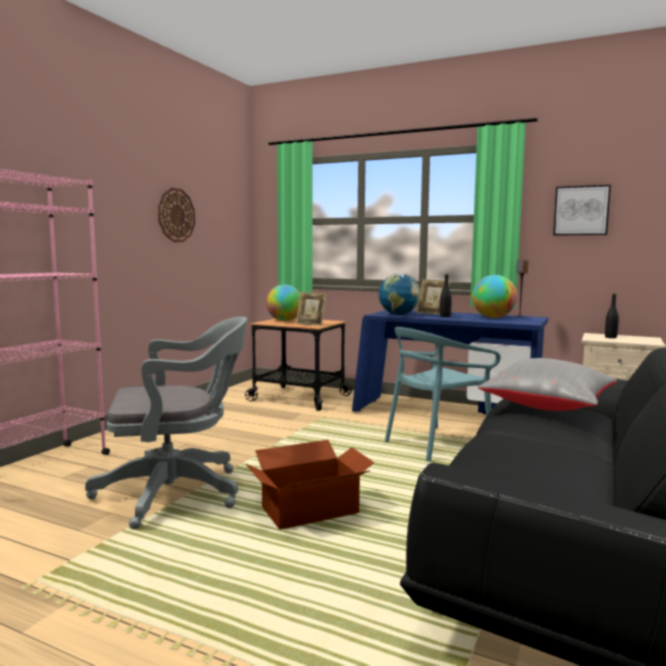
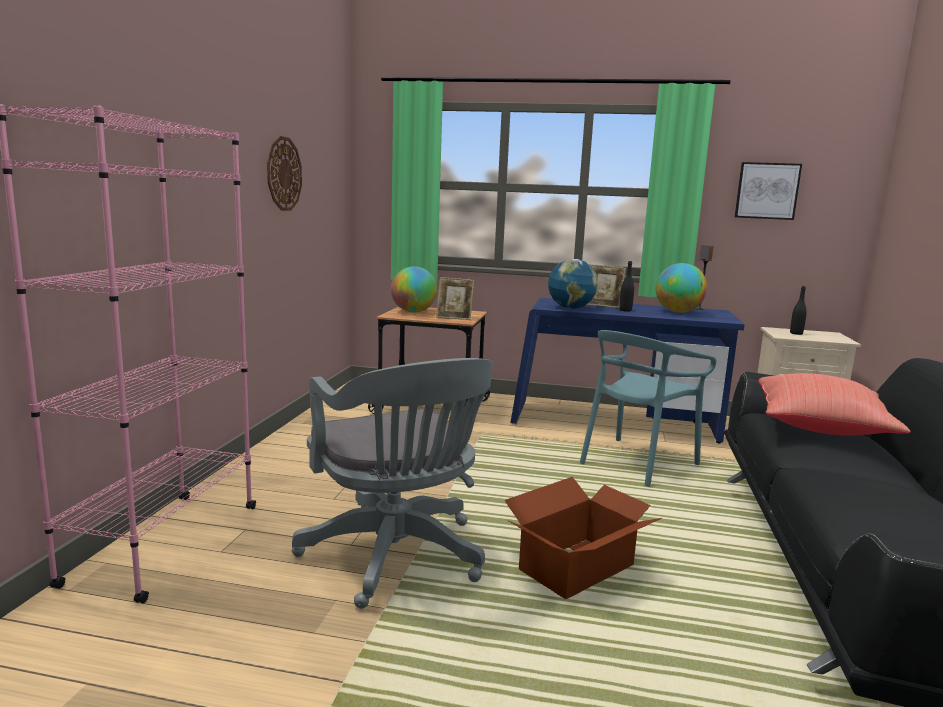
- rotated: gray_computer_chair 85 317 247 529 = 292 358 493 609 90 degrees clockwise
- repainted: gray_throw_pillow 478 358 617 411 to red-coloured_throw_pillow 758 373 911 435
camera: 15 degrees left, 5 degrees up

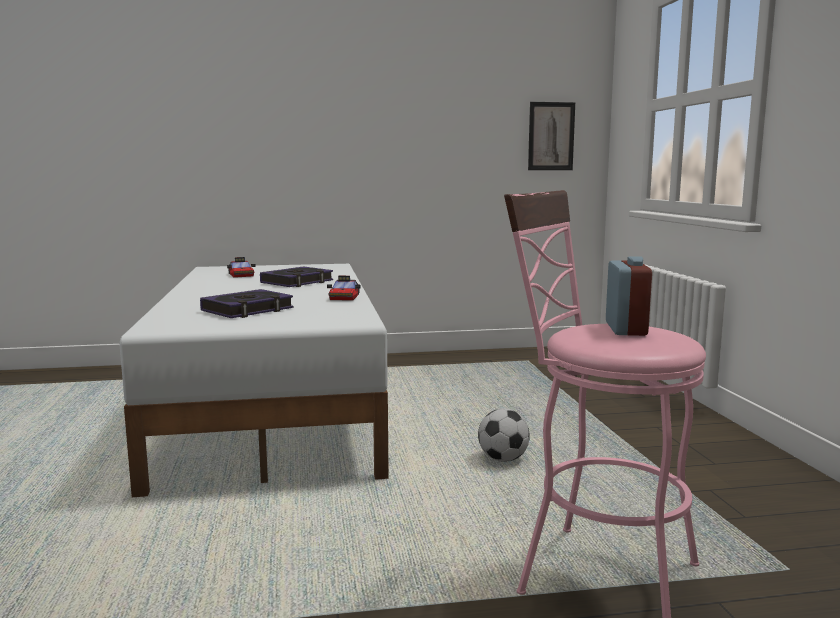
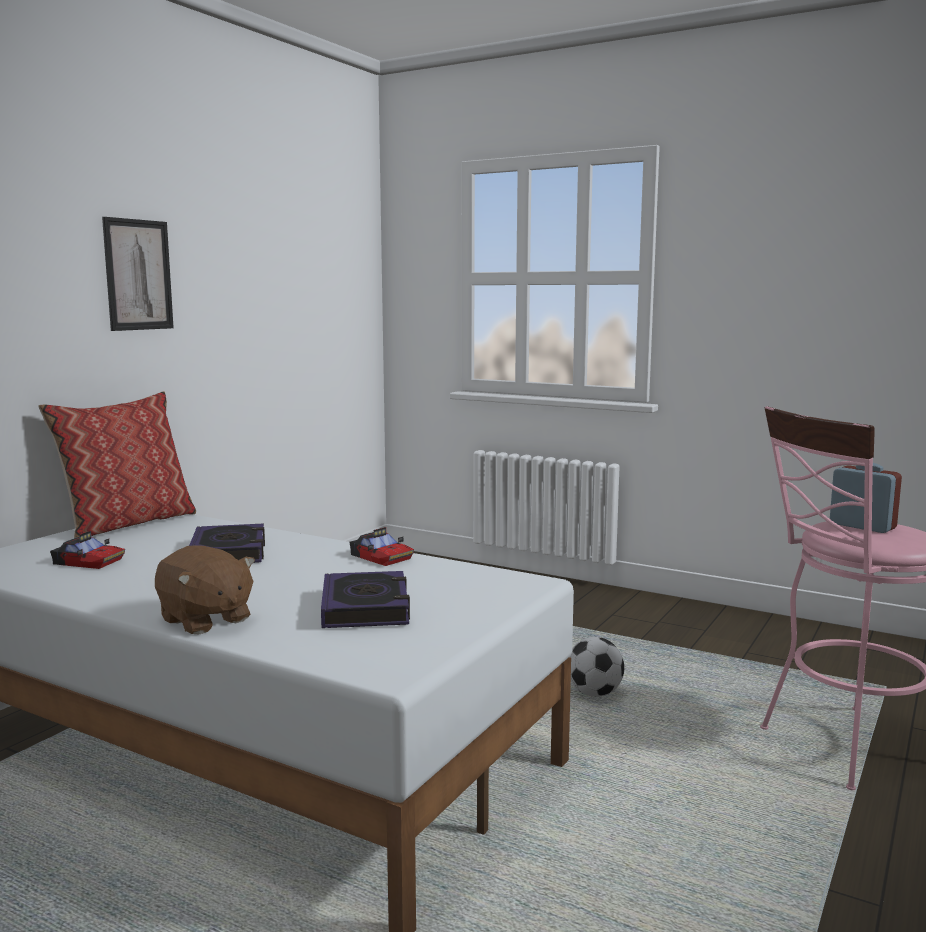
- shifted: wall_picture 528 102 575 170 to 102 217 174 331
- new: throw_pillow 38 391 196 538
- new: brownish_soft_toy 155 545 255 634
camera: 50 degrees left, 0 degrees up

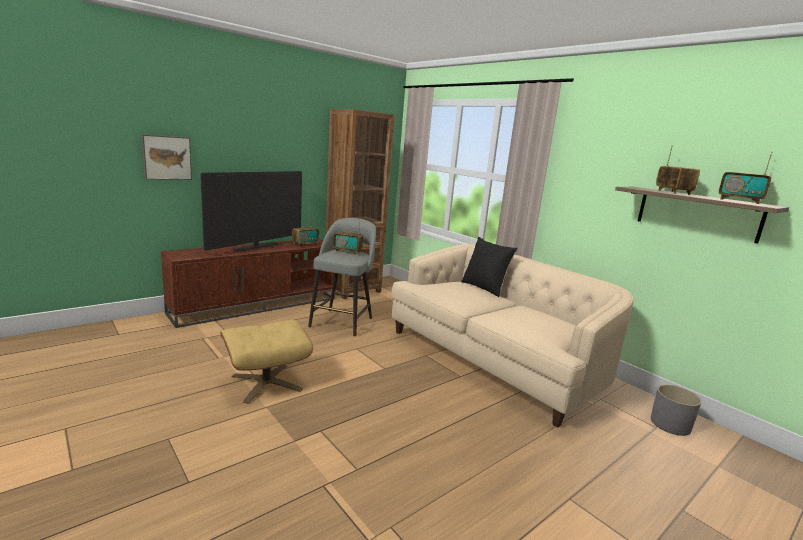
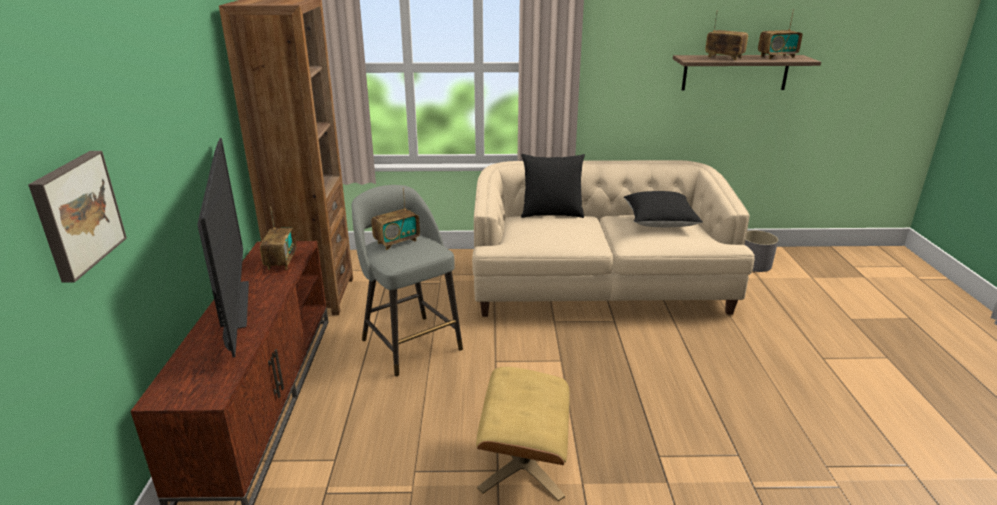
- new: black_throw_pillow 624 191 703 227
camera: 50 degrees left, 10 degrees up

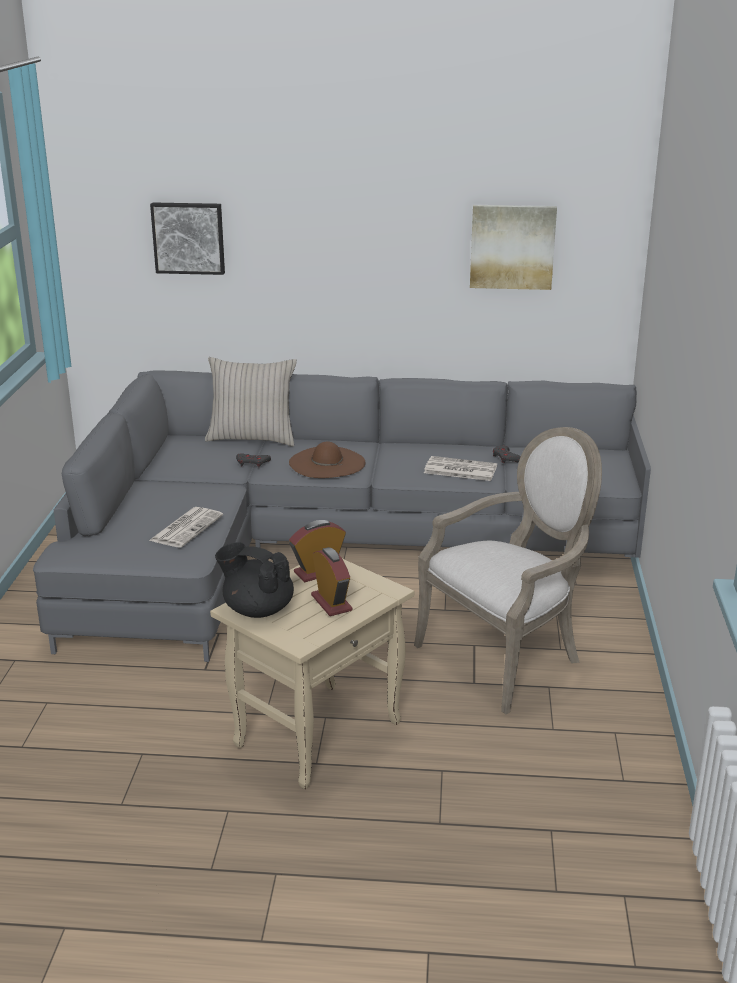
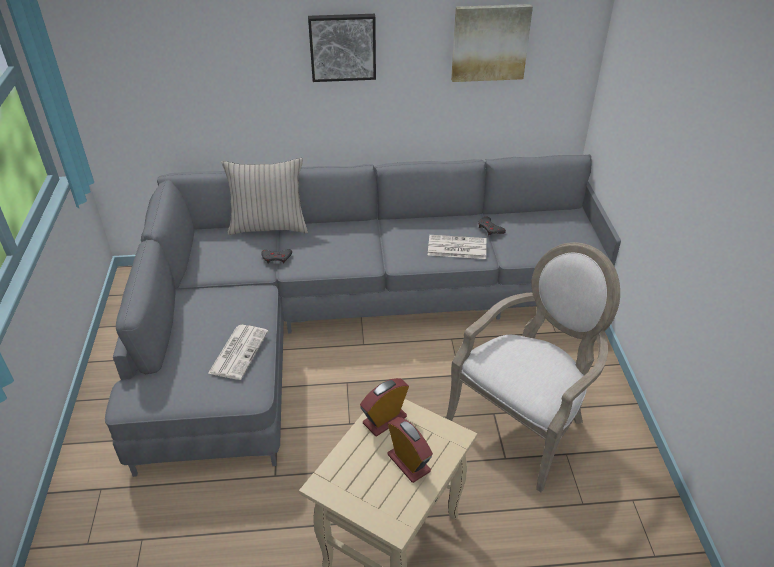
- shifted: wall_picture 150 202 225 275 to 308 14 376 82
- gone: black_teapot 215 542 294 618
- gone: brownish_hat 289 441 365 478
camera: 10 degrees left, 15 degrees up

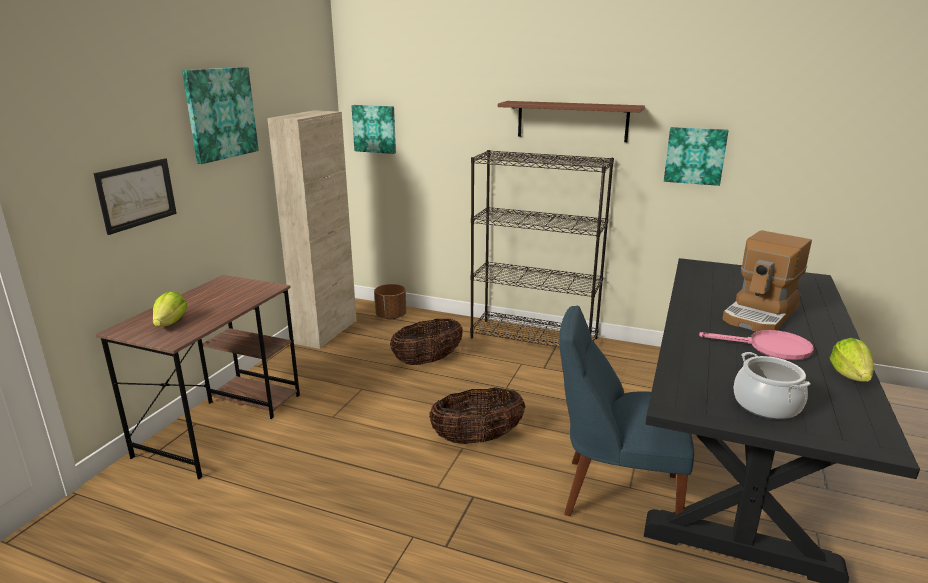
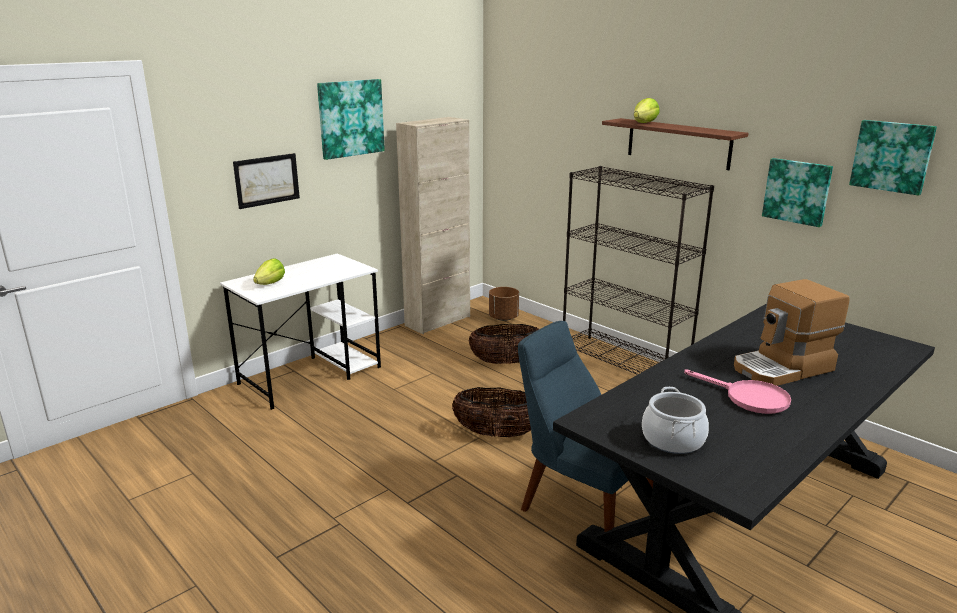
- repainted: brownish_desk_unit 96 275 300 479 to white_desk_unit 220 253 381 410
- shifted: wall_picture 351 105 396 154 to 849 120 937 195
- shifted: lettuce 830 338 875 382 to 634 98 660 123
camera: 25 degrees right, 0 degrees up

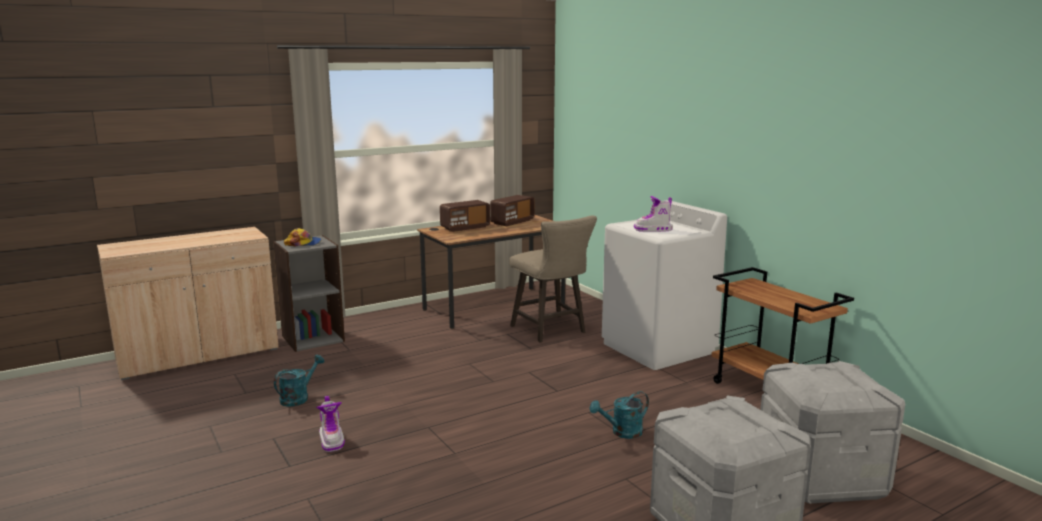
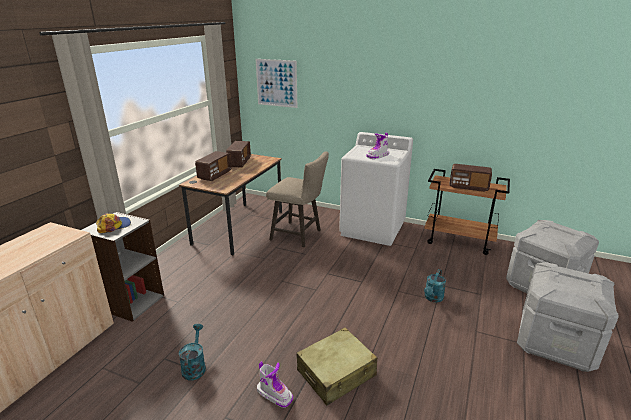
- new: wall_picture 256 59 297 108
- new: beige-coloured_suitcase 297 328 377 405
- new: radio_set 449 164 492 192
camera: 35 degrees left, 10 degrees up

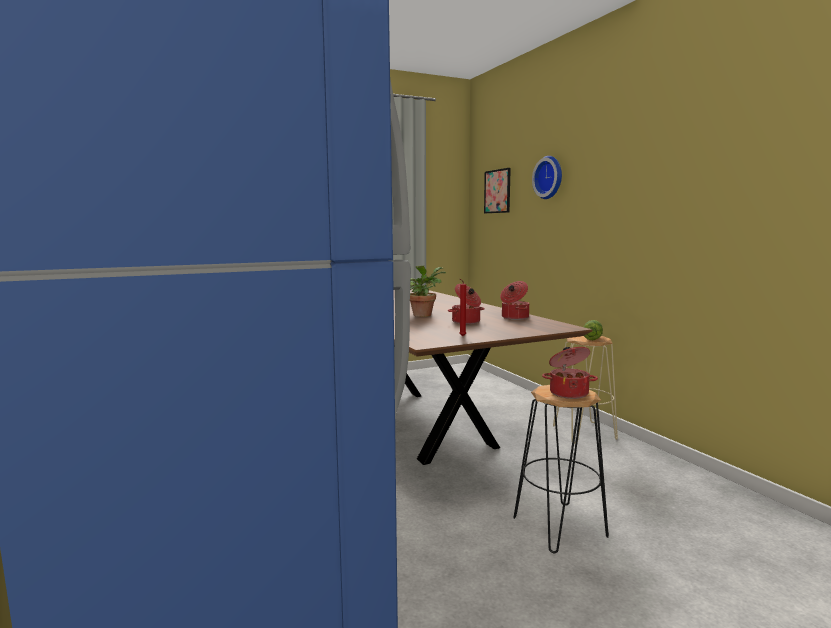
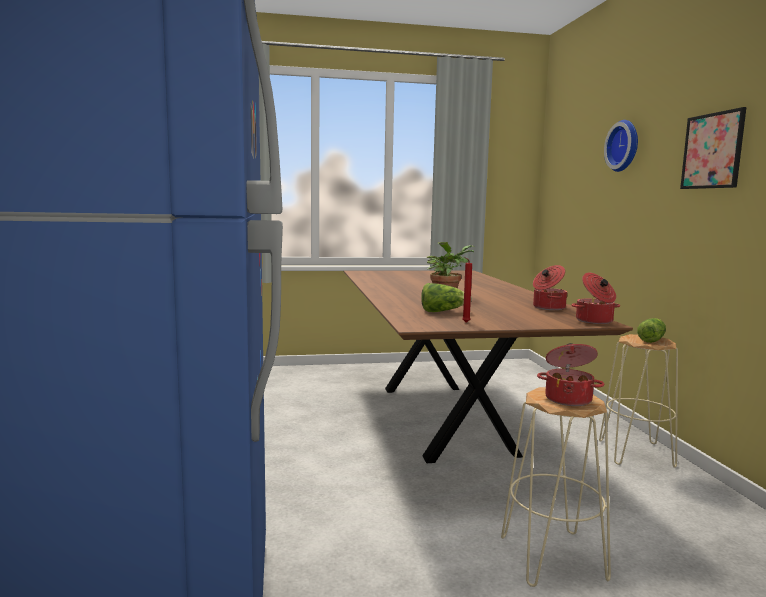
- shifted: cooking_pot 448 284 485 324 to 571 273 620 324
- shifted: wall_picture 484 168 511 213 to 680 107 746 189
- repainted: black_stool 513 385 609 553 to beige-coloured_stool 501 387 611 587
- new: lettuce 421 283 472 312
camera: 15 degrees right, 0 degrees up

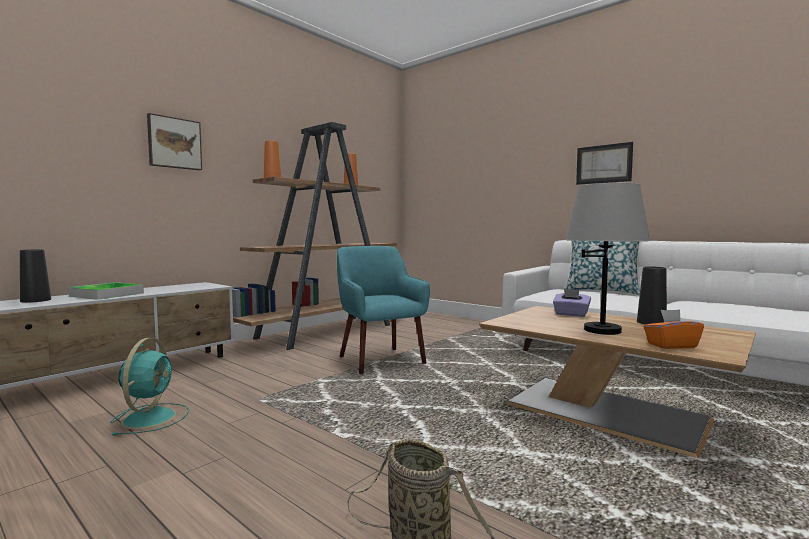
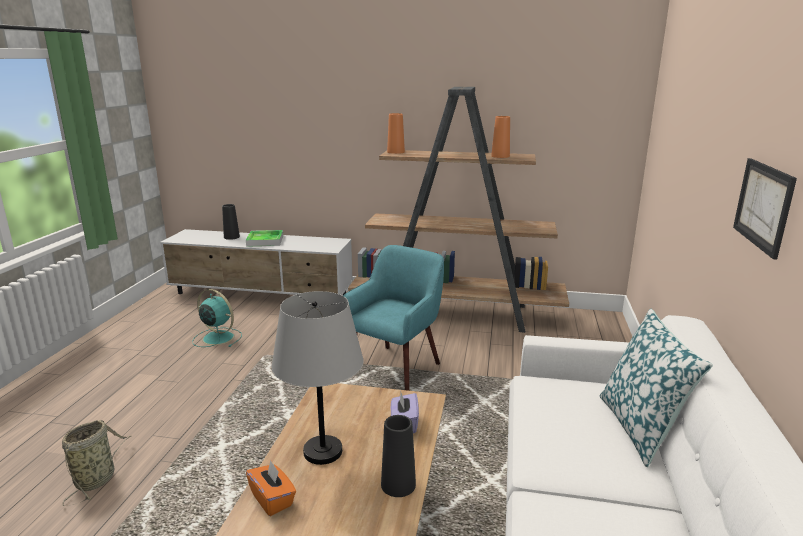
- rotated: turquoise-coloured_electric_fan 110 338 189 436 = 192 289 242 347 120 degrees counterclockwise
- gone: wall_picture 147 113 202 170
camera: 60 degrees right, 15 degrees up

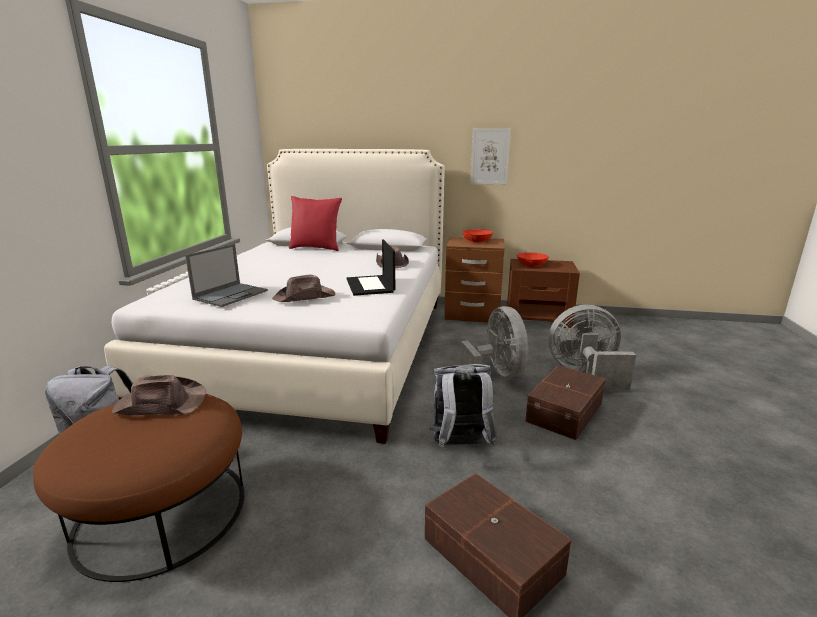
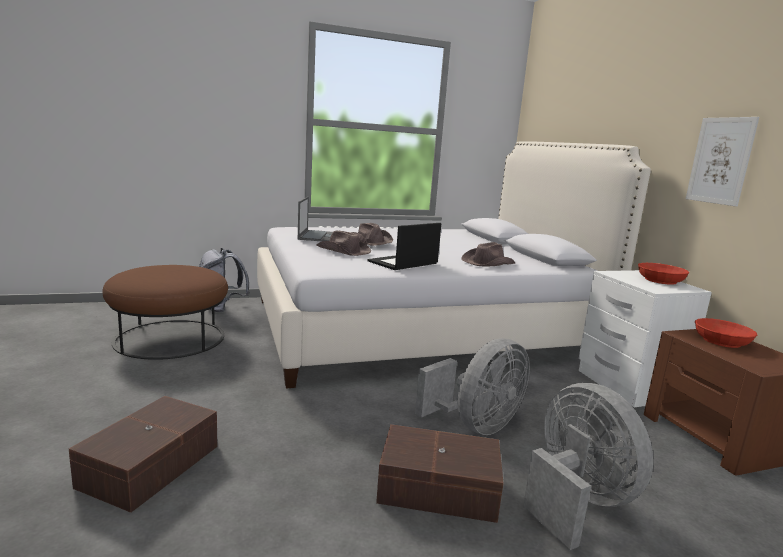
- shifted: brownish_hat 112 375 206 416 to 351 223 393 246
- rotated: laptop 185 244 268 307 = 298 197 333 241 90 degrees counterclockwise
- gone: red-coloured_throw_pillow 289 196 342 251
- gone: gray_knapsack 429 364 498 448
- repainted: brownish_nightstand 445 237 504 323 to white_nightstand 579 270 712 407
camera: 60 degrees right, 5 degrees down

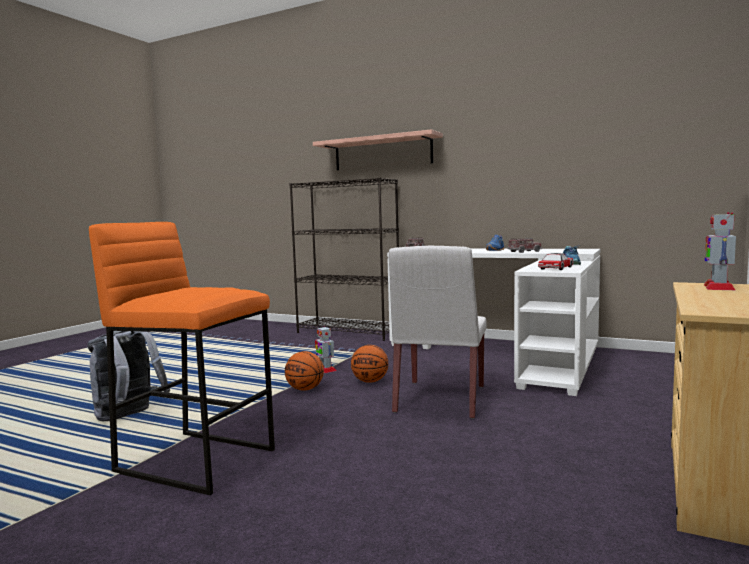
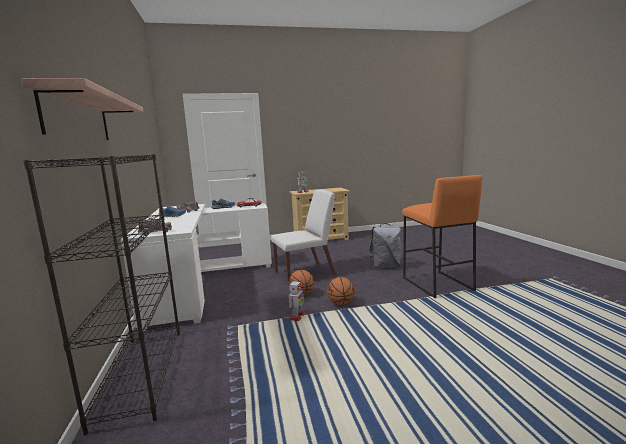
- shifted: gray_knapsack 87 331 170 421 to 369 223 401 268
camera: 130 degrees left, 5 degrees up

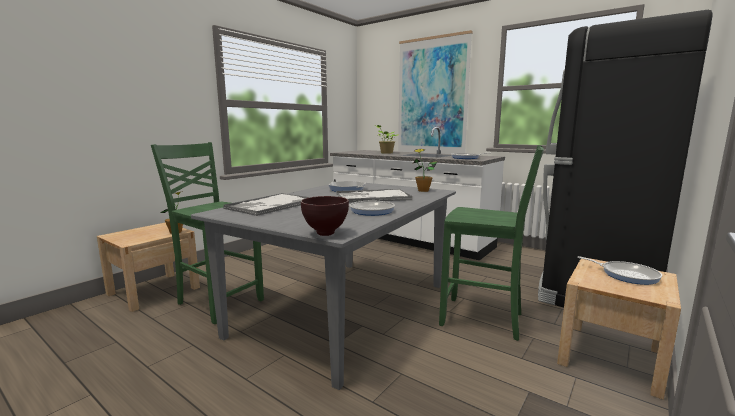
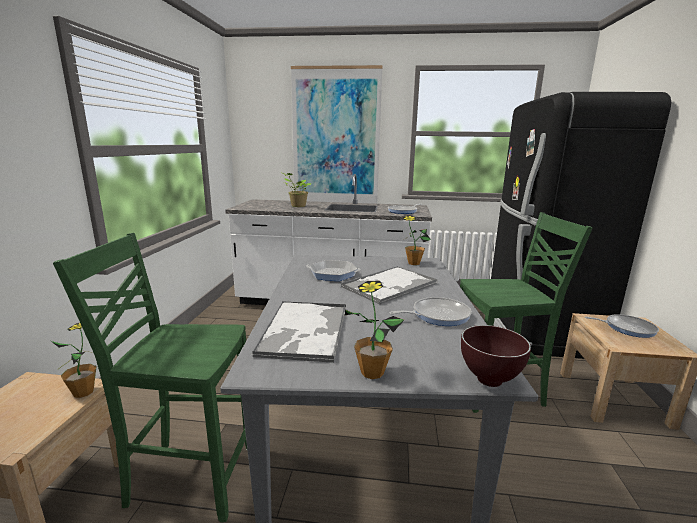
- new: houseplant 345 281 404 379
camera: 30 degrees left, 5 degrees up

